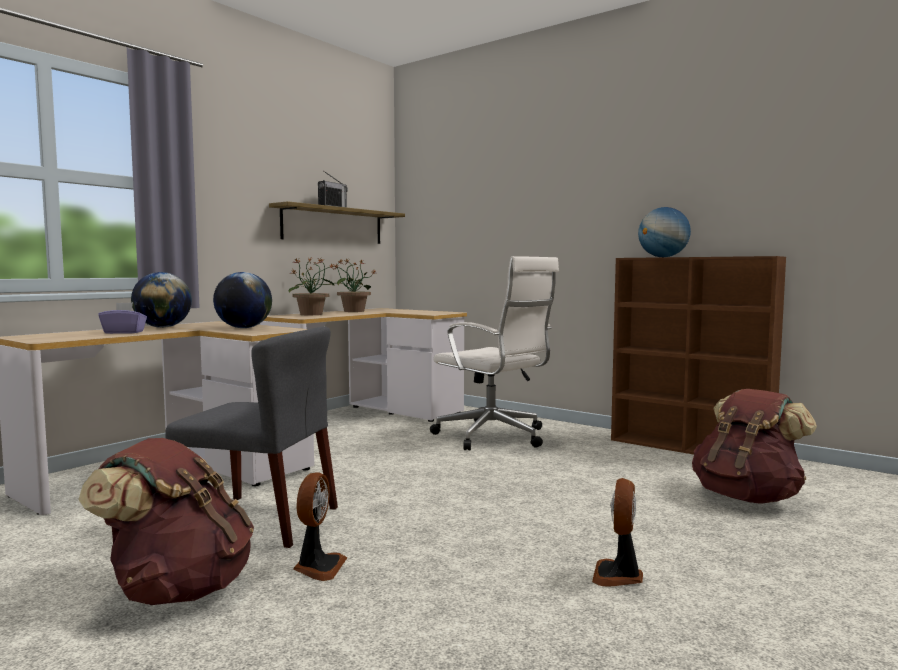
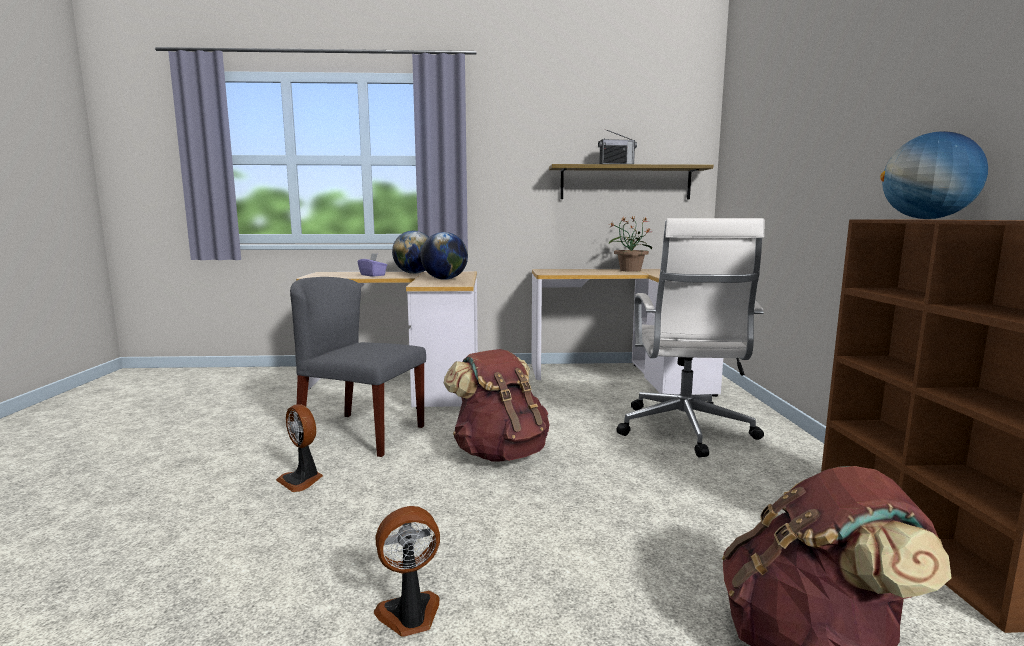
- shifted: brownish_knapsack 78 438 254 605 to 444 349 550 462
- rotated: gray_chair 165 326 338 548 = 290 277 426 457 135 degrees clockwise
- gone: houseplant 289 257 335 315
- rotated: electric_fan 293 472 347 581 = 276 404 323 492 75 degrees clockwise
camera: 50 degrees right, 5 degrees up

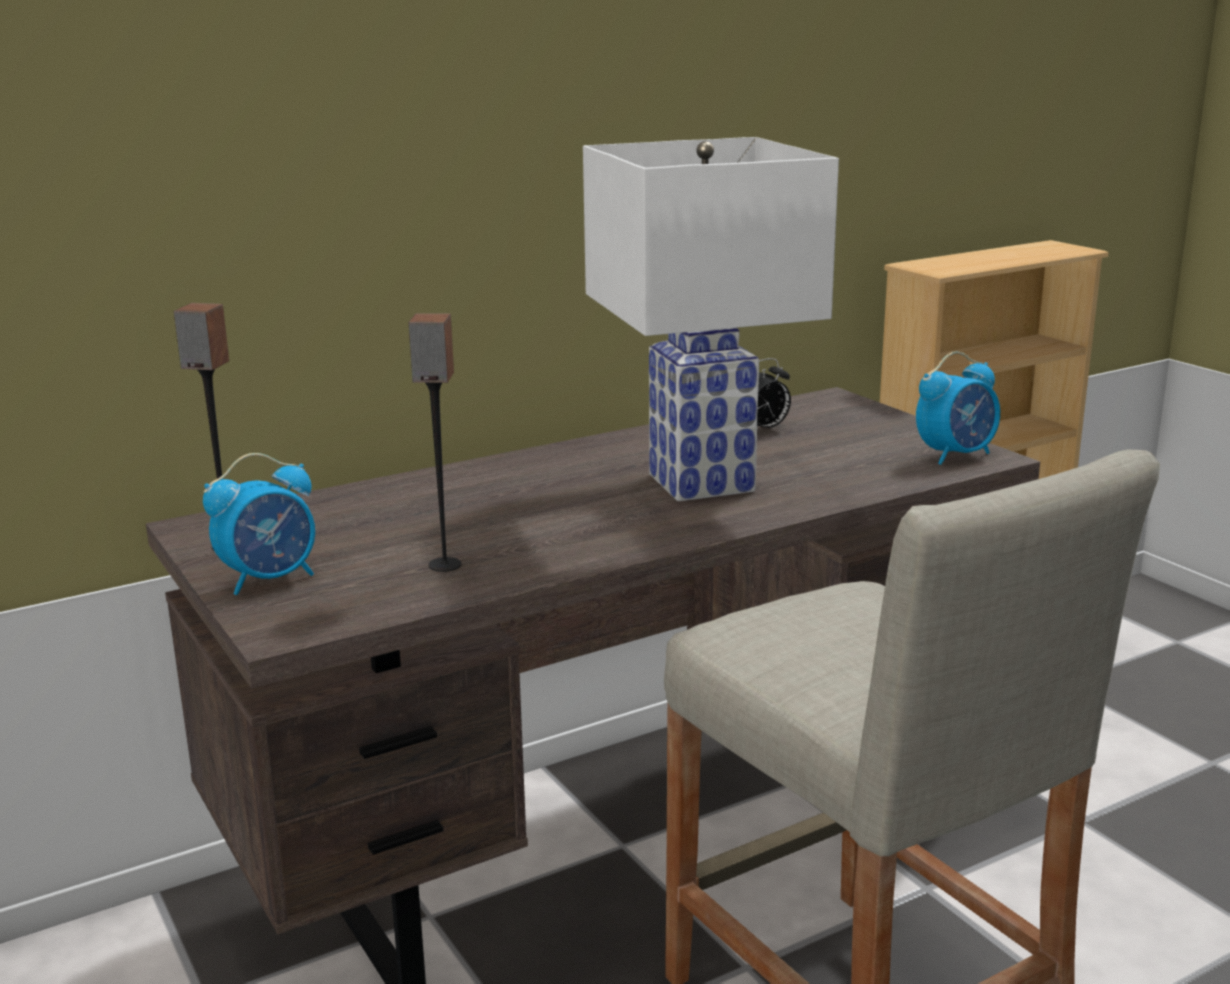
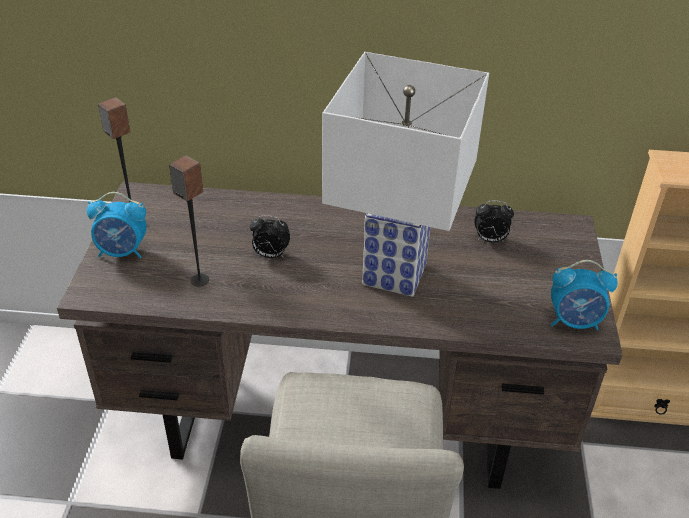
- new: bedside_clock 250 215 290 258
camera: 35 degrees right, 20 degrees up

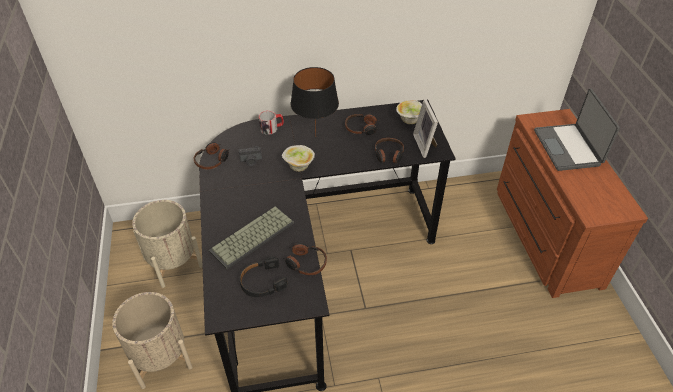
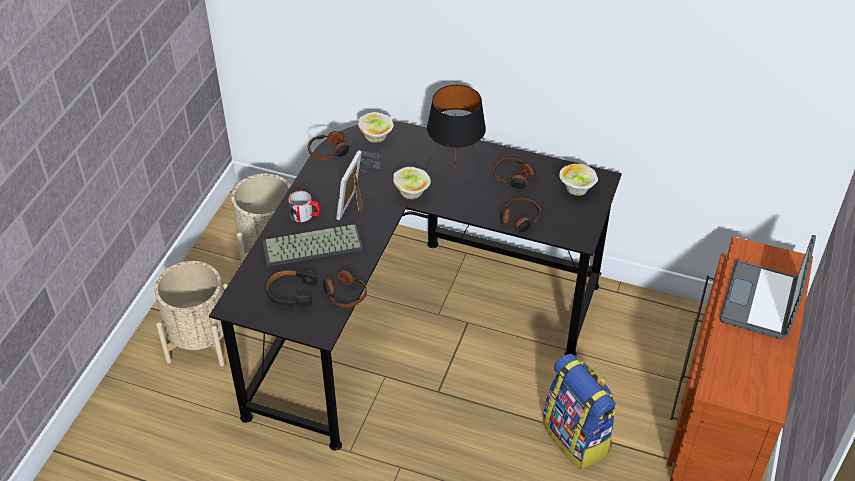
- shifted: mug 259 110 284 135 to 288 191 320 222
- shifted: photo_frame 413 99 438 158 to 336 150 363 221
- new: serving_bowl 358 112 394 143
- new: knapsack 542 354 618 470
camera: 30 degrees right, 0 degrees up

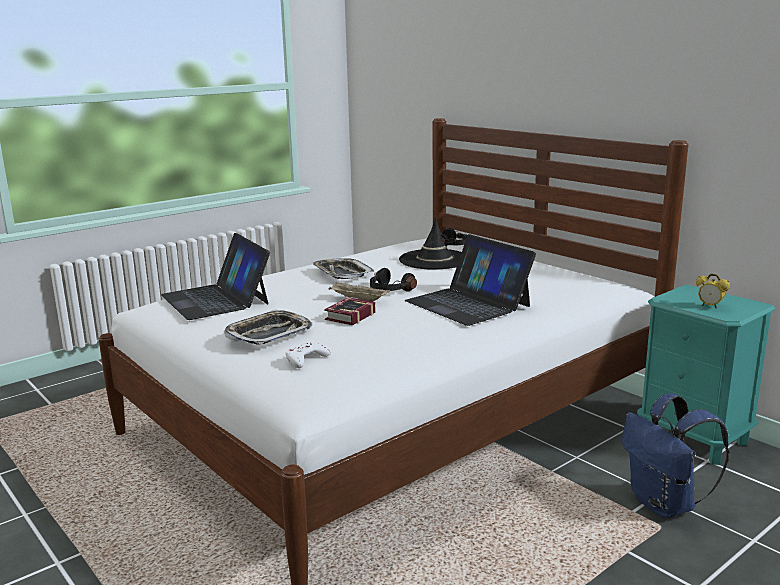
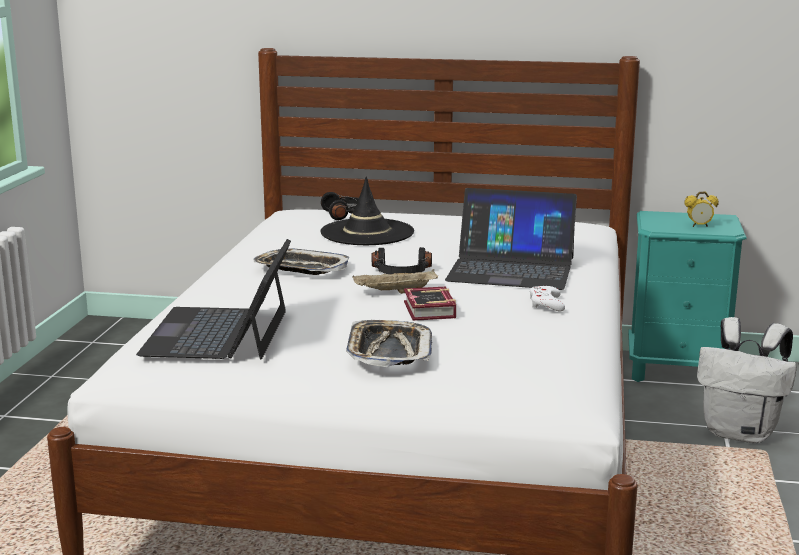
- rotated: laptop 161 233 270 320 = 136 239 291 360 75 degrees clockwise
- shifted: white_game_controller 285 342 331 368 to 529 286 565 311
- repainted: blue-coloured_knapsack 622 393 730 518 to white_knapsack 697 317 797 443
camera: 40 degrees left, 0 degrees up

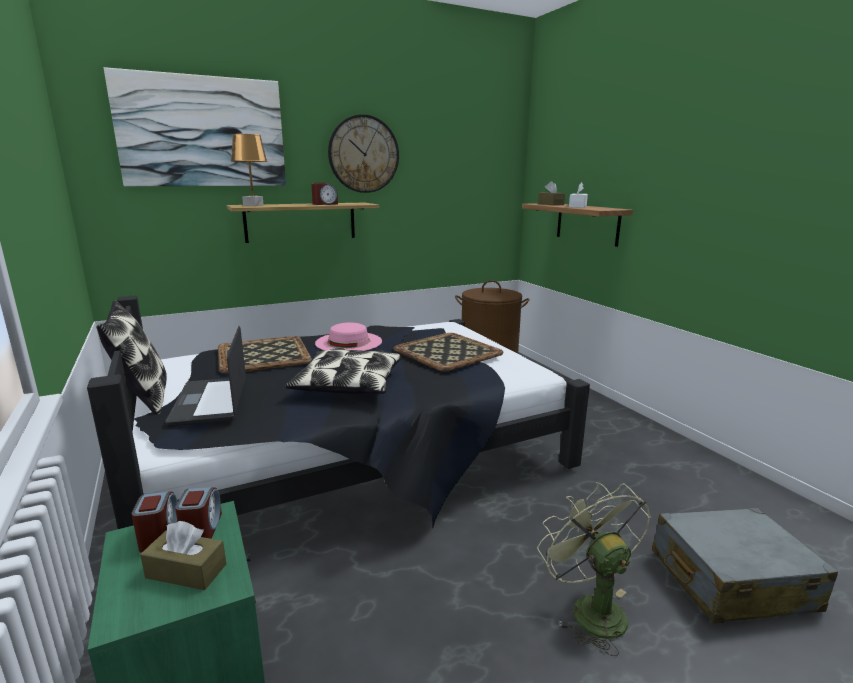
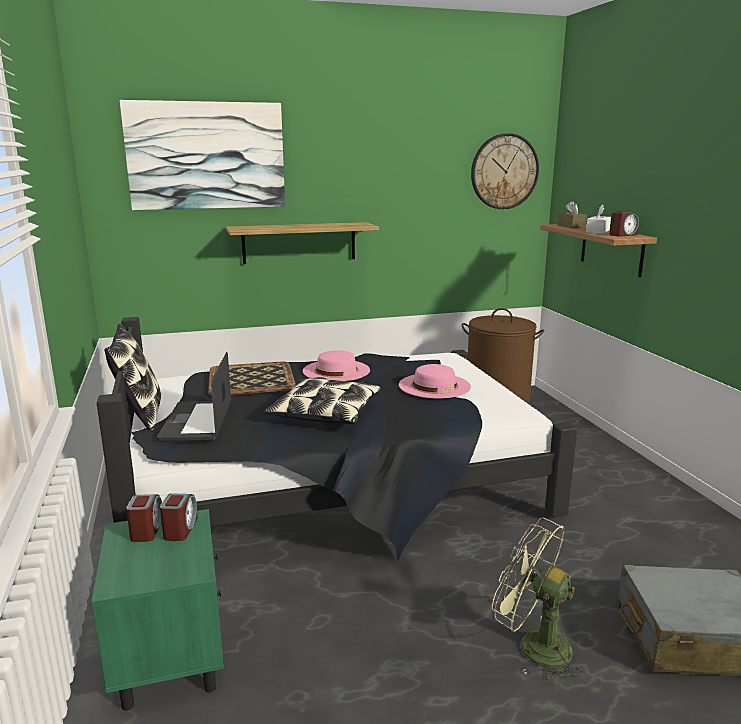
- gone: brownish_tissue_holder 140 521 226 590
- gone: brownish_lamp_for_a_table 231 134 267 206
- shifted: bedside_clock 311 182 338 205 to 609 211 639 237
- shifted: wall_clock 328 114 399 193 to 471 133 539 209
- swapped: carrying_tray 394 333 504 372 to pink-coloured_hat 399 364 471 398
- rotated: greenish_electric_fan 537 482 651 656 = 492 518 583 682 45 degrees counterclockwise
camera: 10 degrees right, 0 degrees up

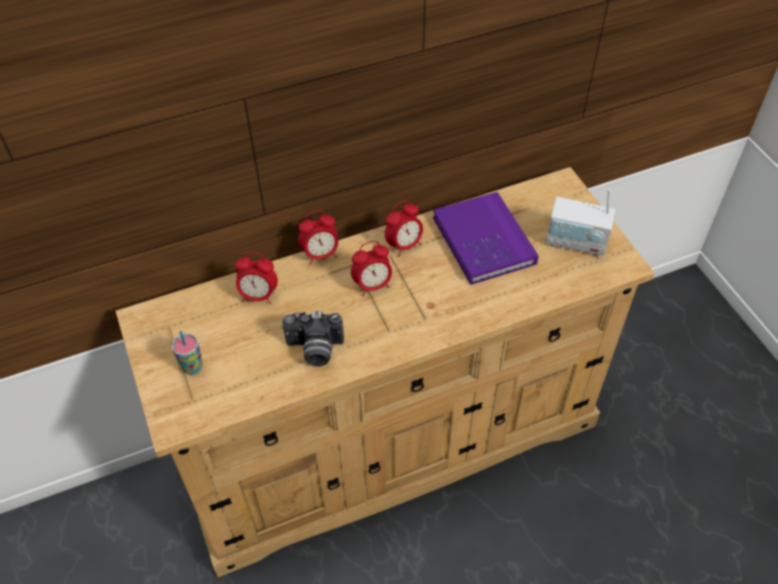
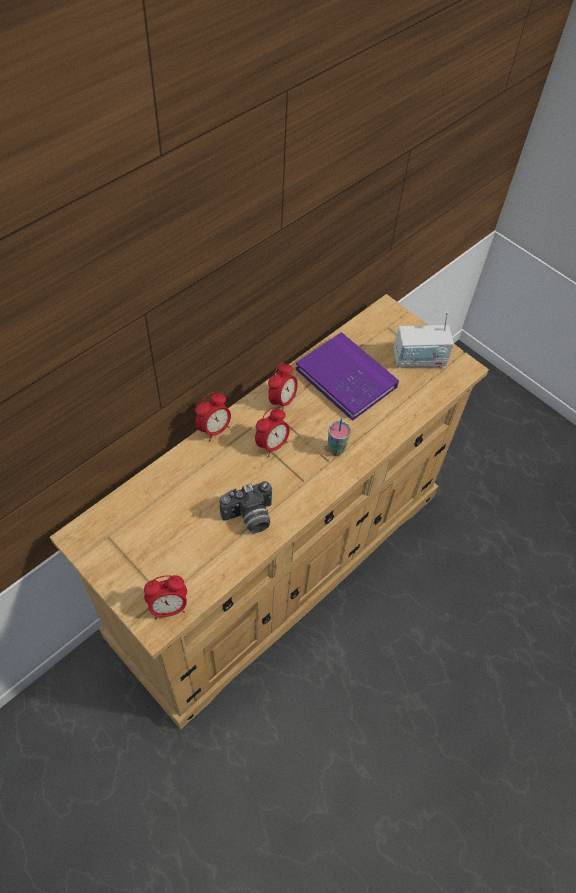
- shifted: cup 171 331 203 375 to 328 419 351 456
- shifted: bedside_clock 235 252 278 304 to 144 575 187 619
camera: 25 degrees left, 5 degrees up

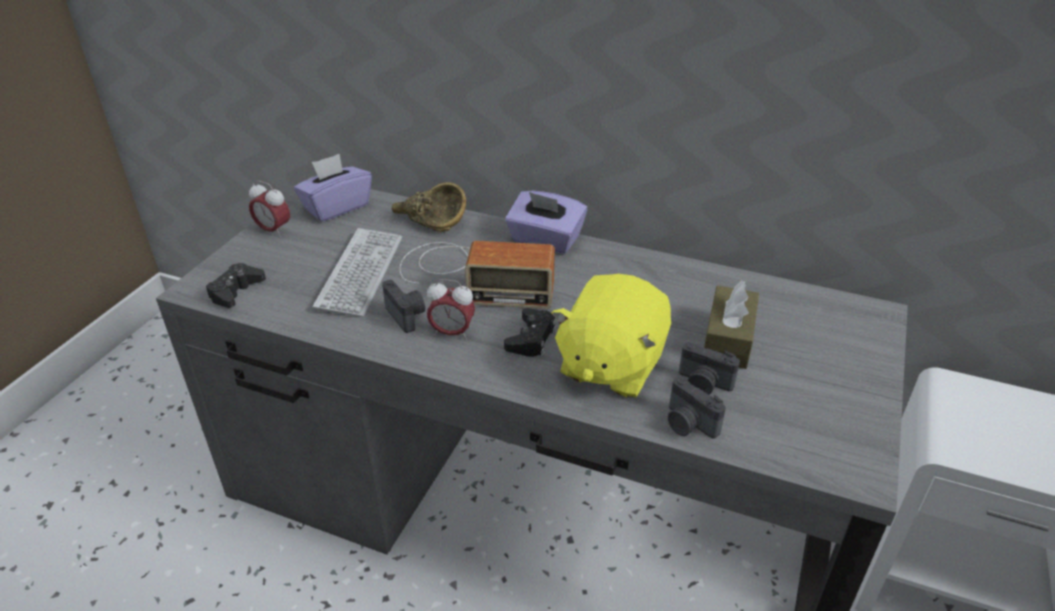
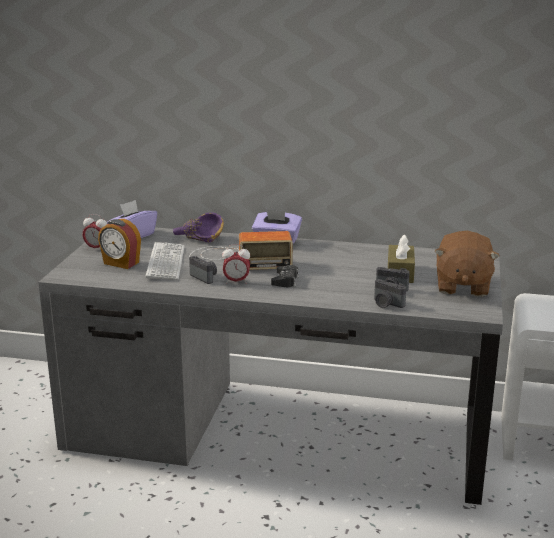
- gone: black_game_controller 206 263 266 308
- repainted: brownish_serving_bowl 392 182 466 232 to purple-coloured_serving_bowl 173 212 224 242
- gone: yellow_soft_toy 551 274 671 398
- new: bedside_clock 98 219 141 269
- new: brownish_soft_toy 434 231 499 297
camera: 10 degrees left, 15 degrees down

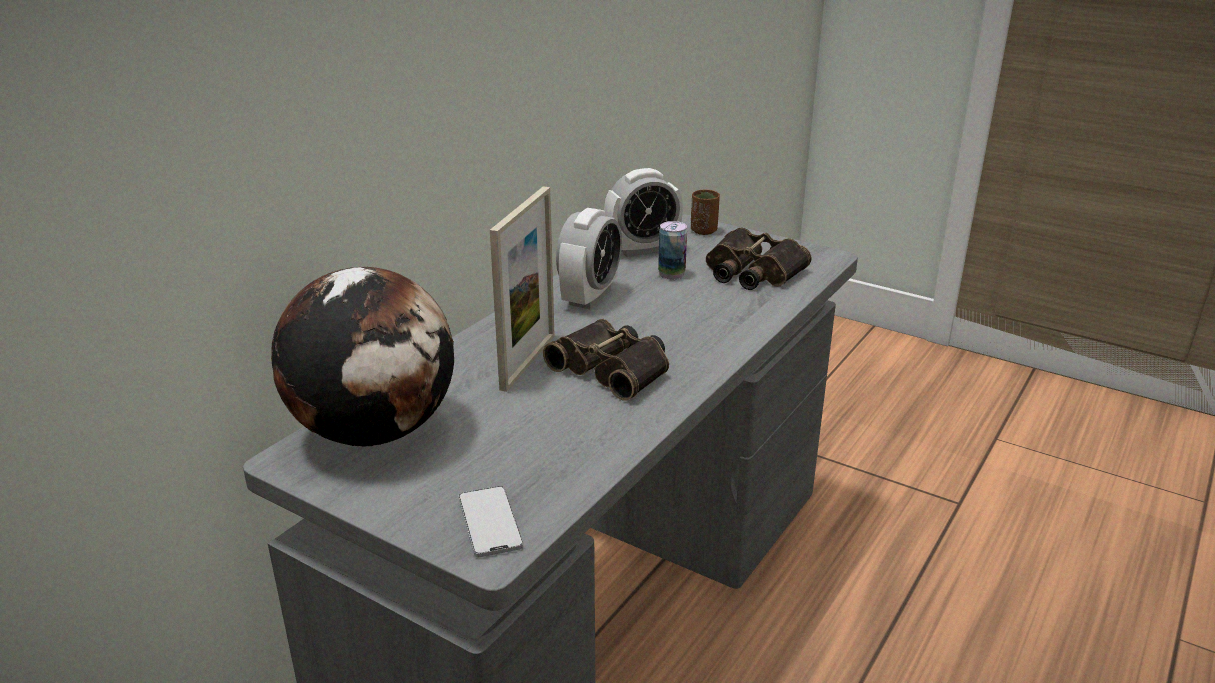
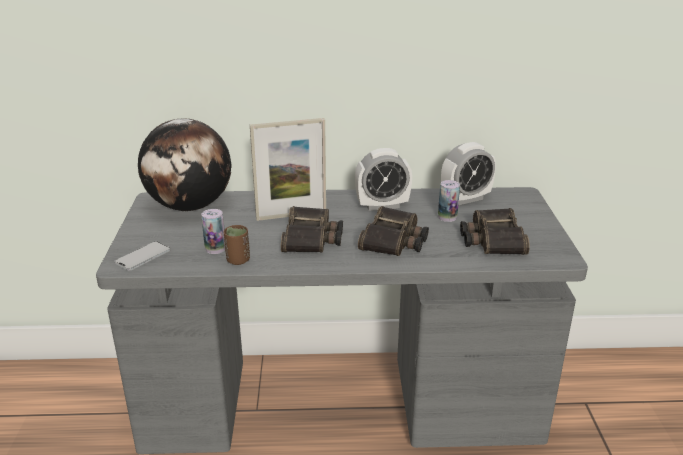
- rotated: bedside_clock 604 168 683 257 = 441 142 496 205 60 degrees counterclockwise
- shifted: brownish_cup 691 189 720 235 to 224 225 250 265
- new: sealed_can 201 209 225 254
- new: field_glasses 358 206 429 256
camera: 55 degrees right, 0 degrees up

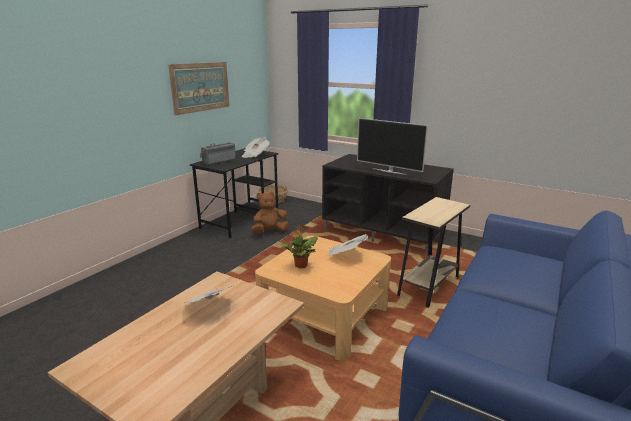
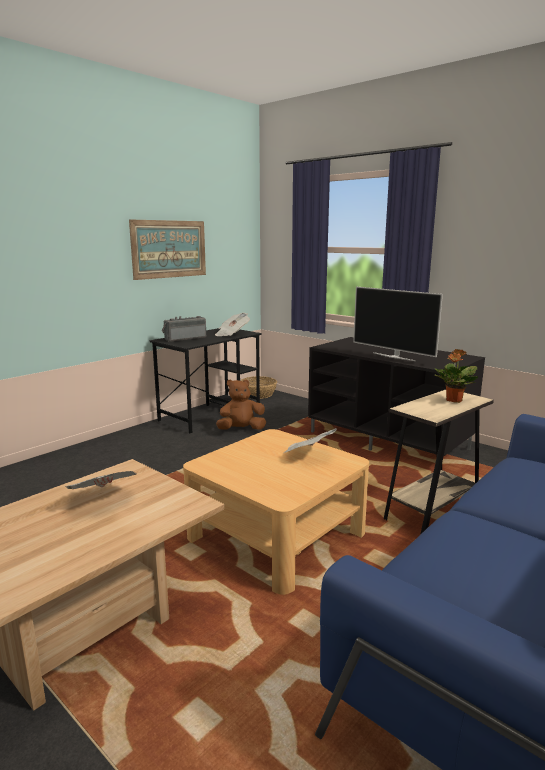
- shifted: houseplant 281 225 318 268 to 434 349 478 403
camera: 10 degrees right, 5 degrees down

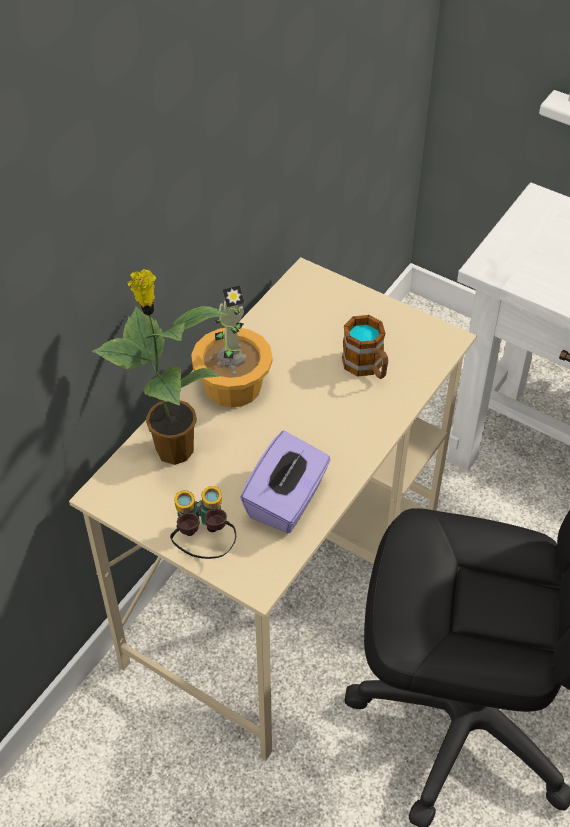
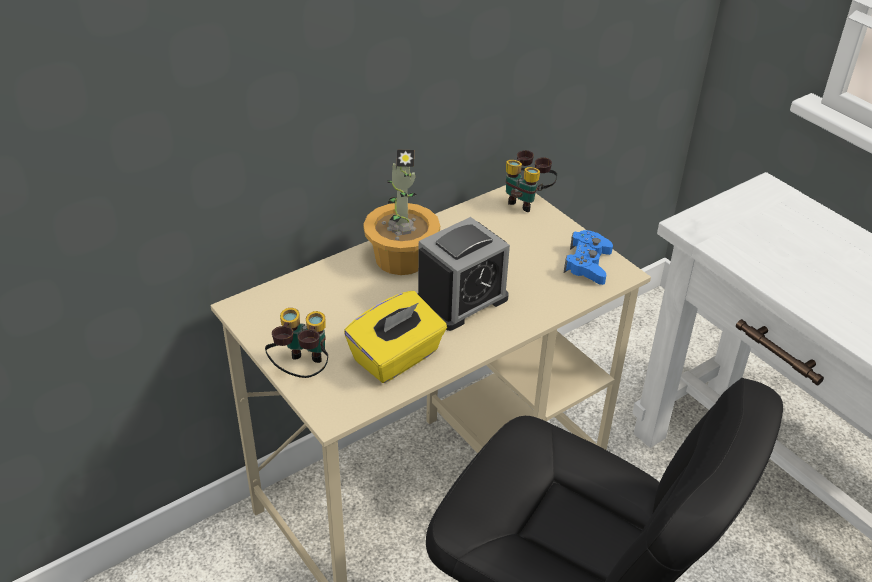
- gone: houseplant 92 269 228 465
- repainted: purple-coloured_tissue_holder 240 431 331 533 to yellow_tissue_holder 344 291 447 383
- gone: mug 342 315 388 379
- new: bedside_clock 417 217 510 331
- new: field_glasses 506 150 557 212
- new: blue-coloured_game_controller 563 230 613 285
camera: 20 degrees right, 10 degrees down

